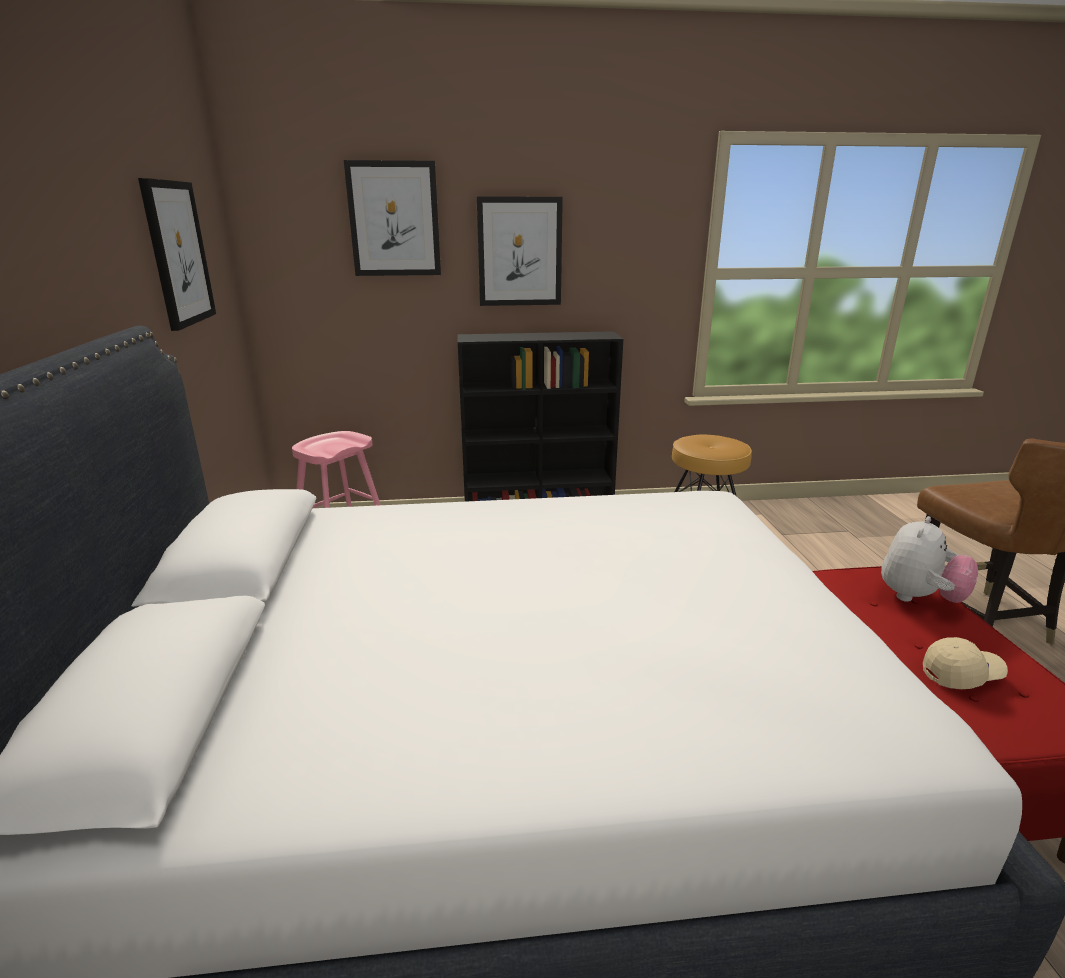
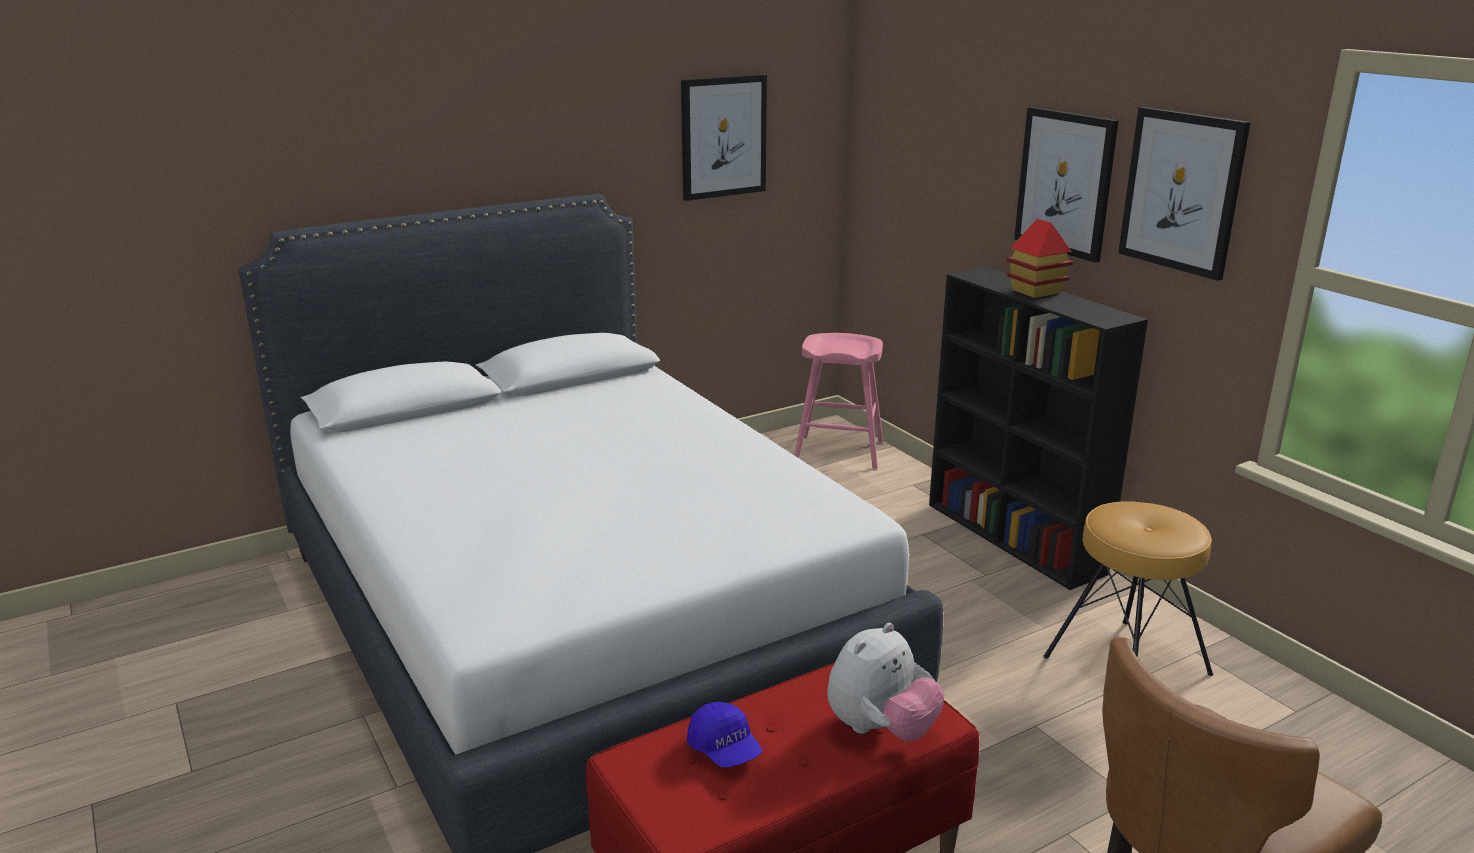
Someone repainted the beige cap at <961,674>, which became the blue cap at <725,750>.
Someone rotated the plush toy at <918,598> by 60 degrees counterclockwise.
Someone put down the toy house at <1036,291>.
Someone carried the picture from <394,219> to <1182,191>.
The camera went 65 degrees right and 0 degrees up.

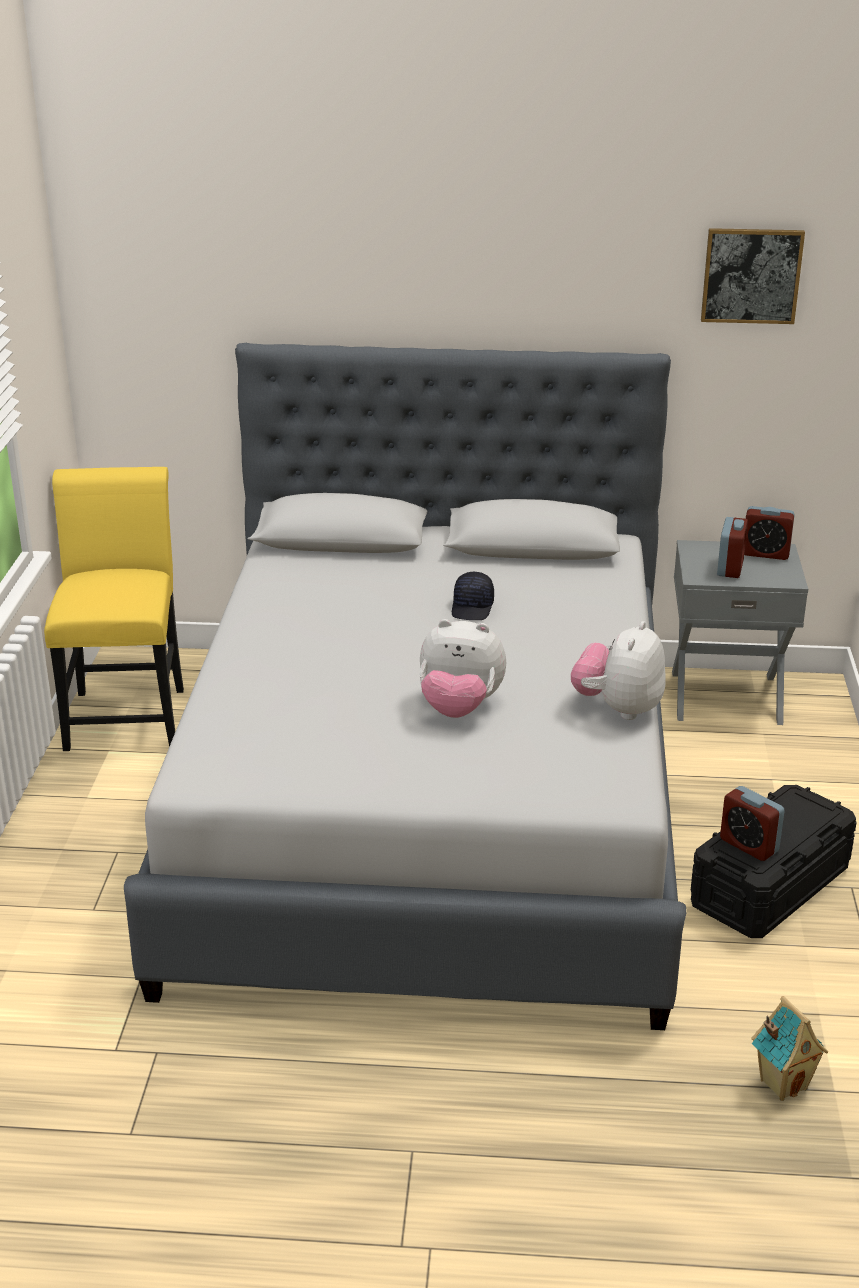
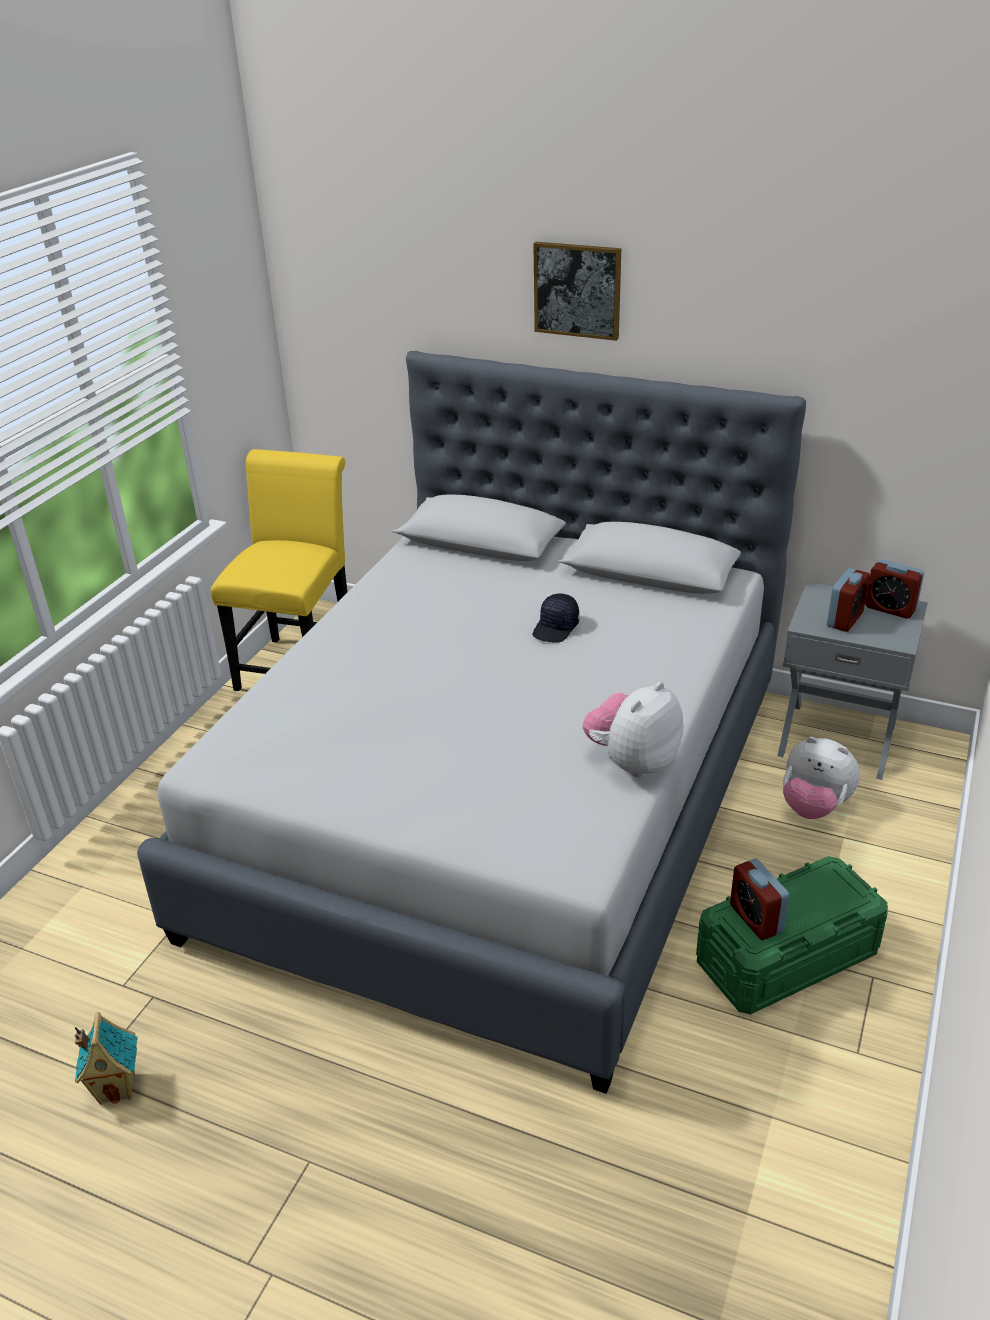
Someone carried the toy house from <783,1083> to <118,1087>.
Someone carried the picture from <751,275> to <577,290>.
Someone repainted the black storage box at <770,887>, which became the green storage box at <787,957>.
Someone carried the plush toy from <459,708> to <814,807>.
The camera went 20 degrees right and 5 degrees up.

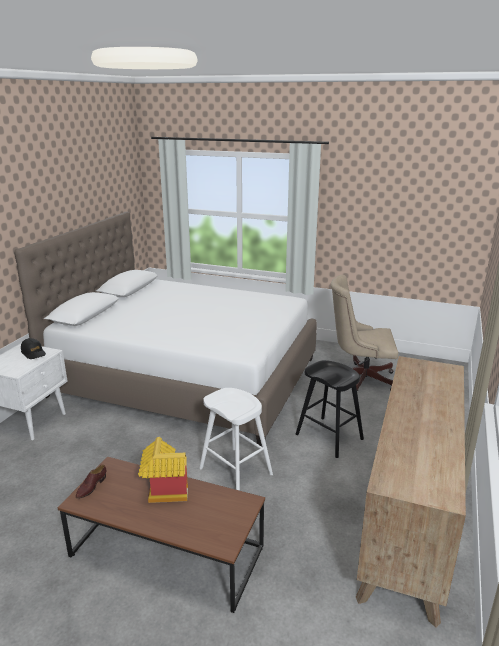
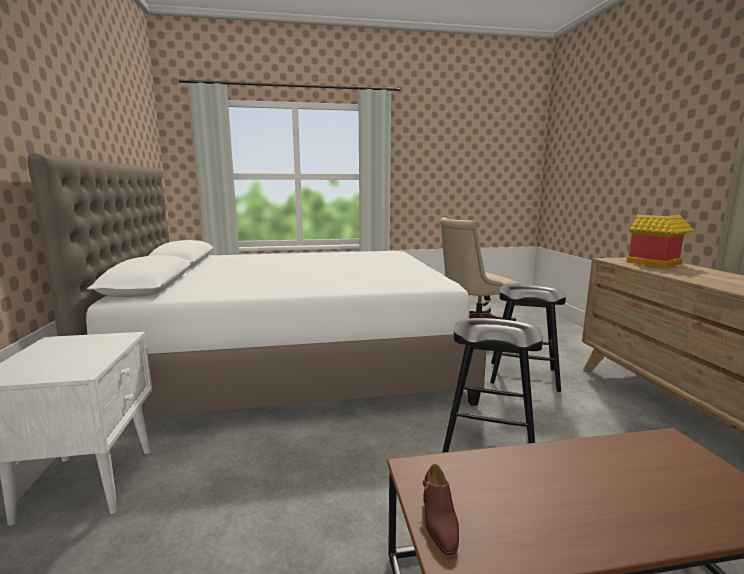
Someone repainted the white stool at <235,471>, which became the black stool at <488,440>.
Someone carried the toy house from <163,491> to <655,264>.
Someone took away the black cap at <33,353>.
The camera went 30 degrees left and 10 degrees down.

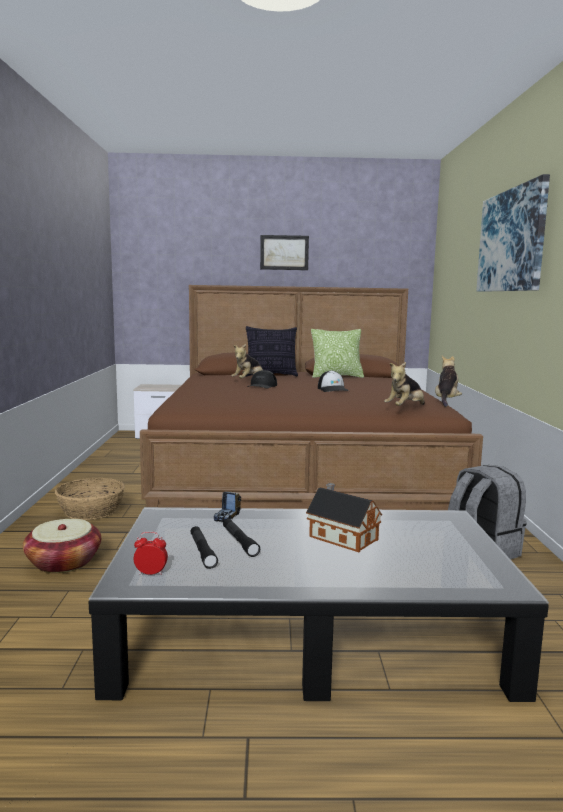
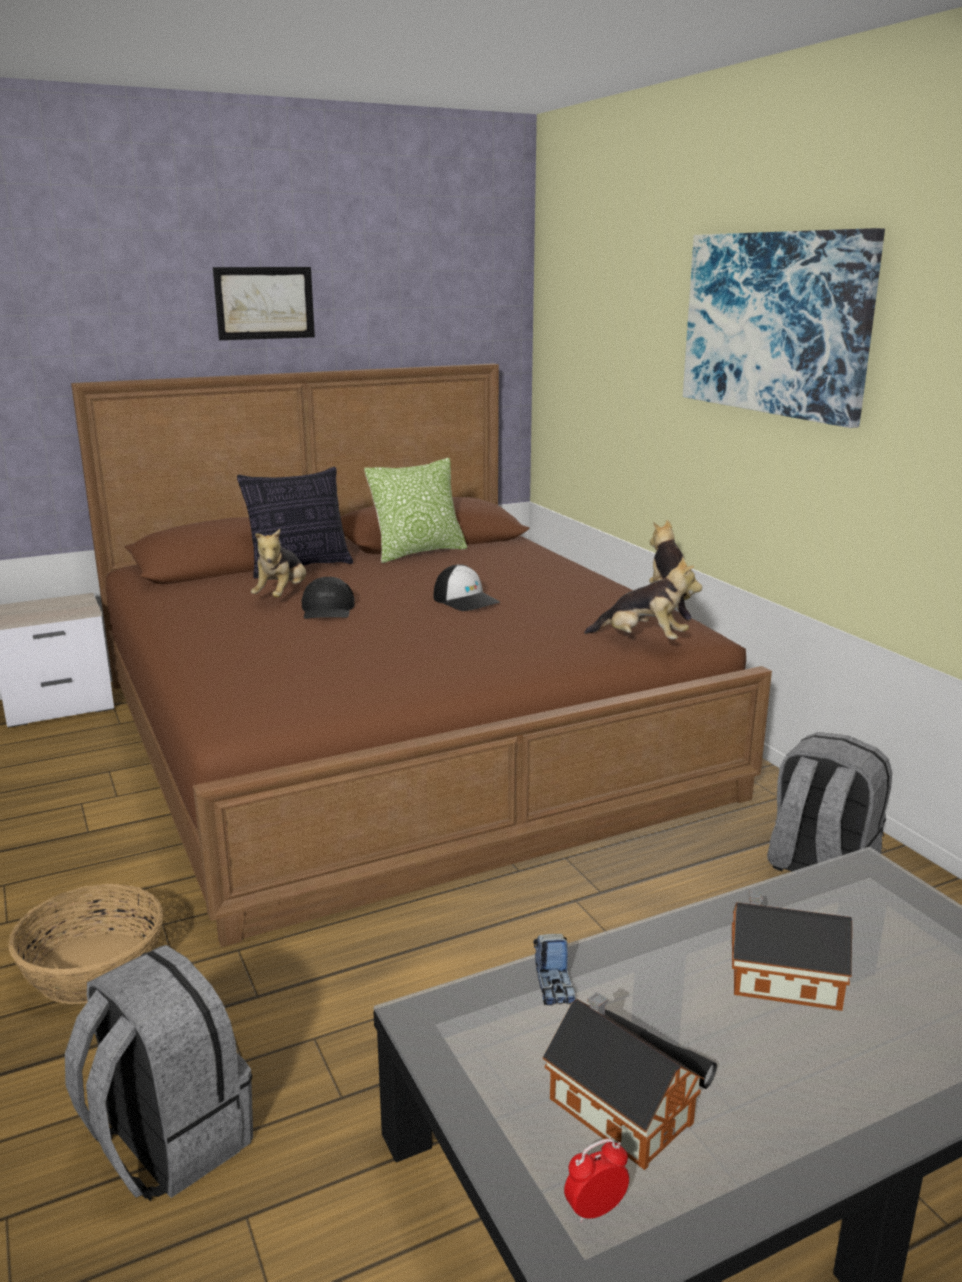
Someone swapped the basket at <64,562> for the grey backpack at <167,1140>.
Someone swapped the black flashlight at <202,552> for the toy house at <616,1106>.
Someone rotated the plush toy at <405,408> by 90 degrees counterclockwise.
The camera went 25 degrees left and 10 degrees up.

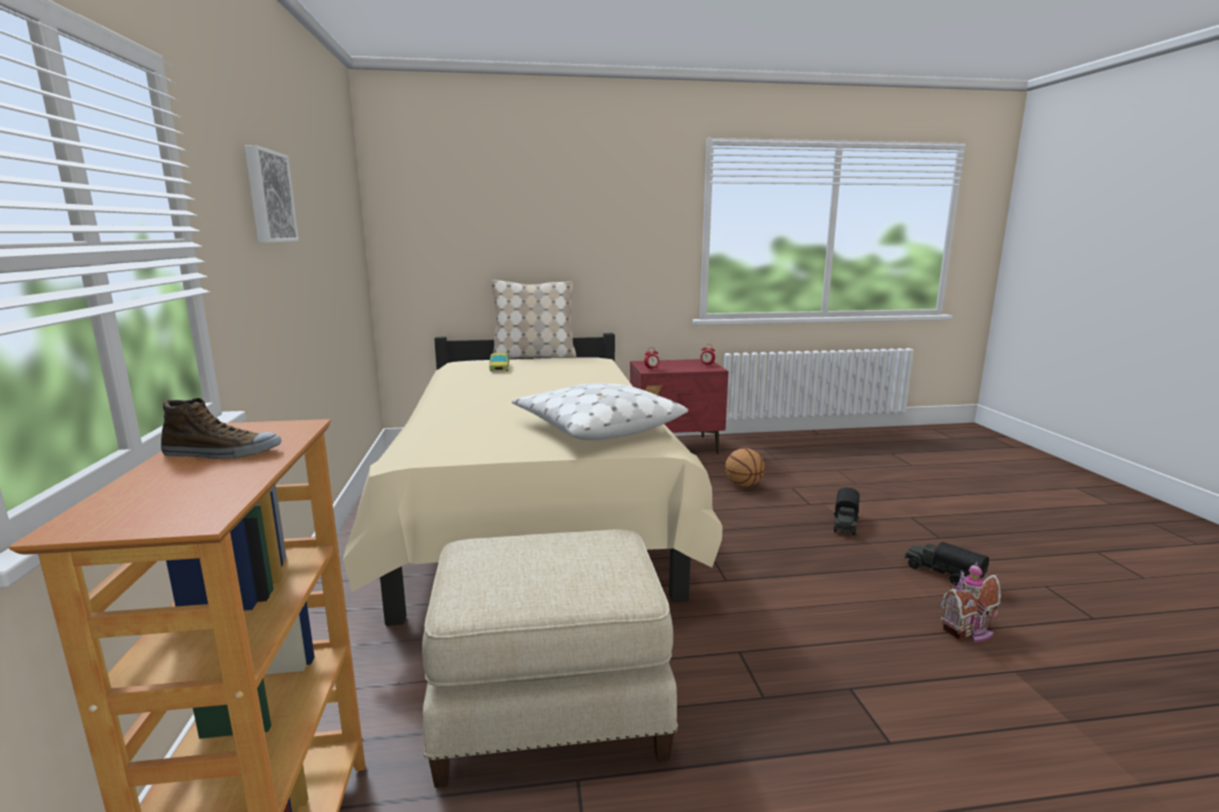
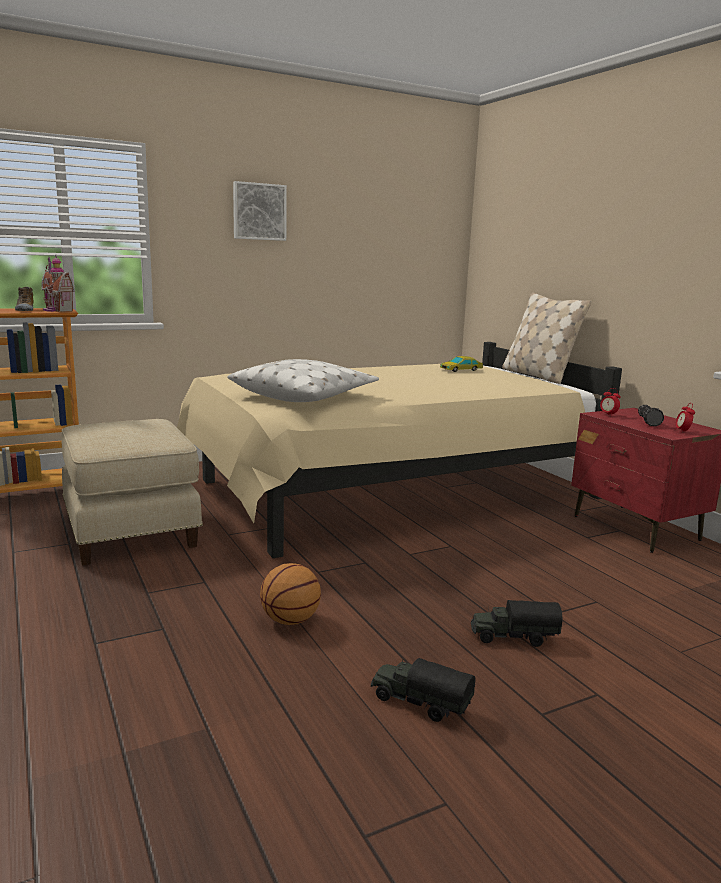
Someone carried the toy house from <970,631> to <56,310>.
Someone carried the basketball from <743,485> to <290,620>.
Someone rotated the toy truck at <942,573> by 90 degrees counterclockwise.
Someone put down the flashlight at <649,421>.
The camera went 70 degrees right and 0 degrees up.

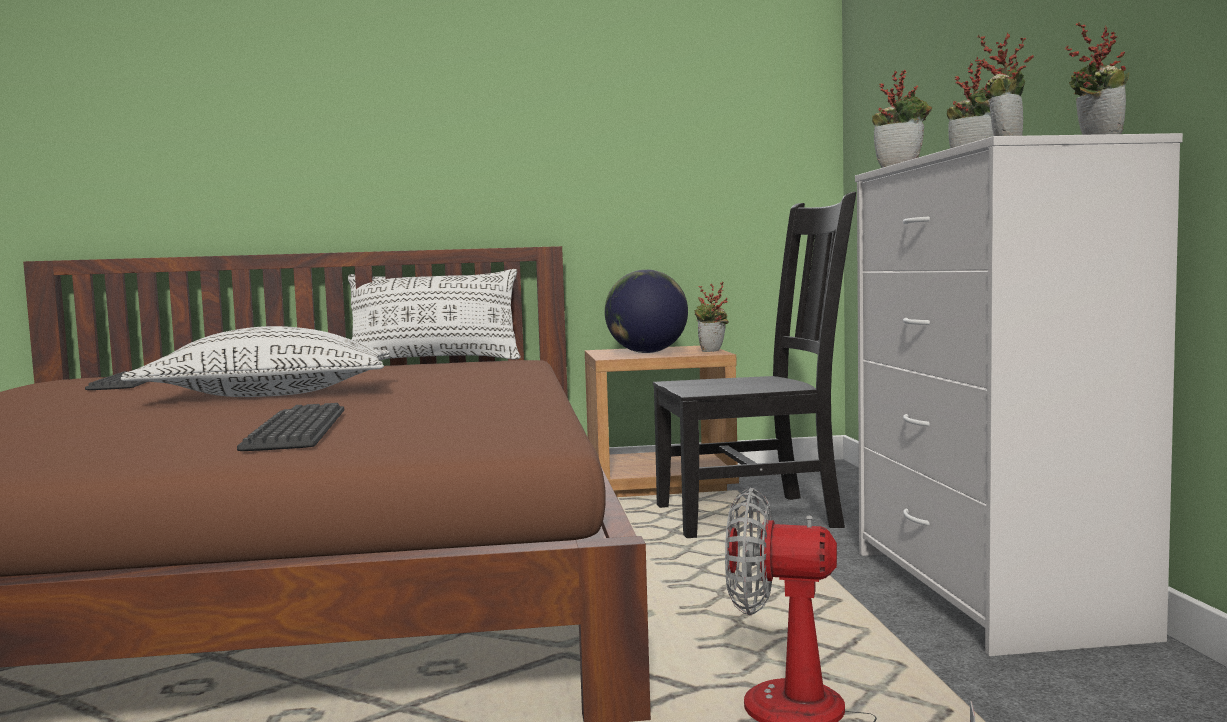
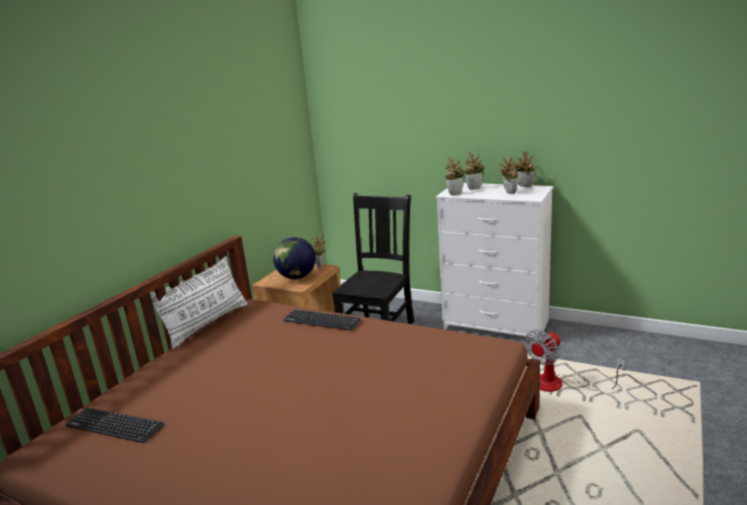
Someone carried the keyboard from <297,429> to <322,320>.
Someone took away the white pillow at <270,395>.
The camera went 55 degrees left and 15 degrees up.

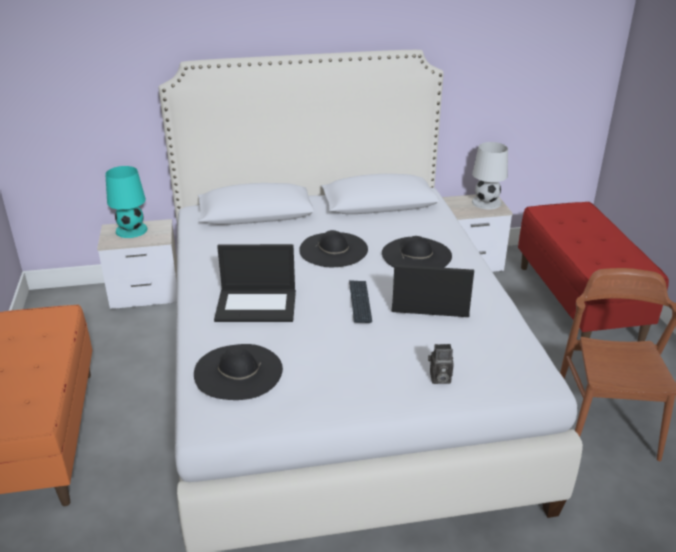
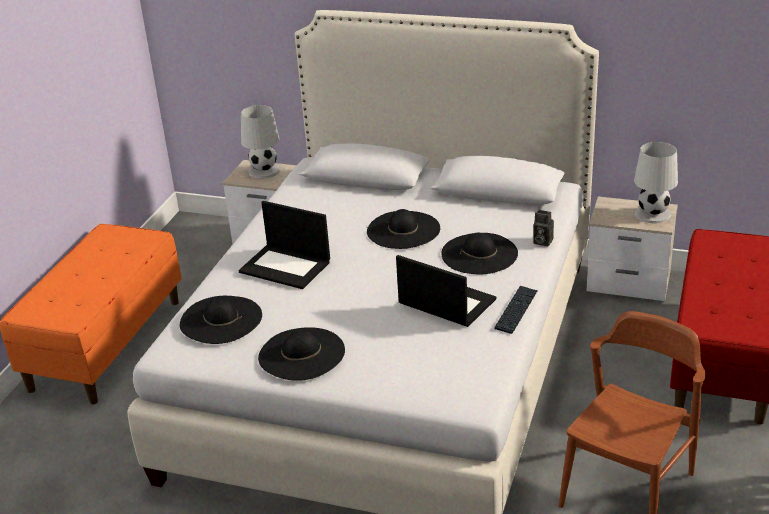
Someone repainted the turquoise table lamp at <131,230>, which became the white table lamp at <263,170>.
Someone put down the black hat at <301,354>.
Someone carried the keyboard from <360,302> to <516,310>.
Someone carried the photo camera from <439,378> to <541,242>.
The camera went 30 degrees right and 0 degrees up.

